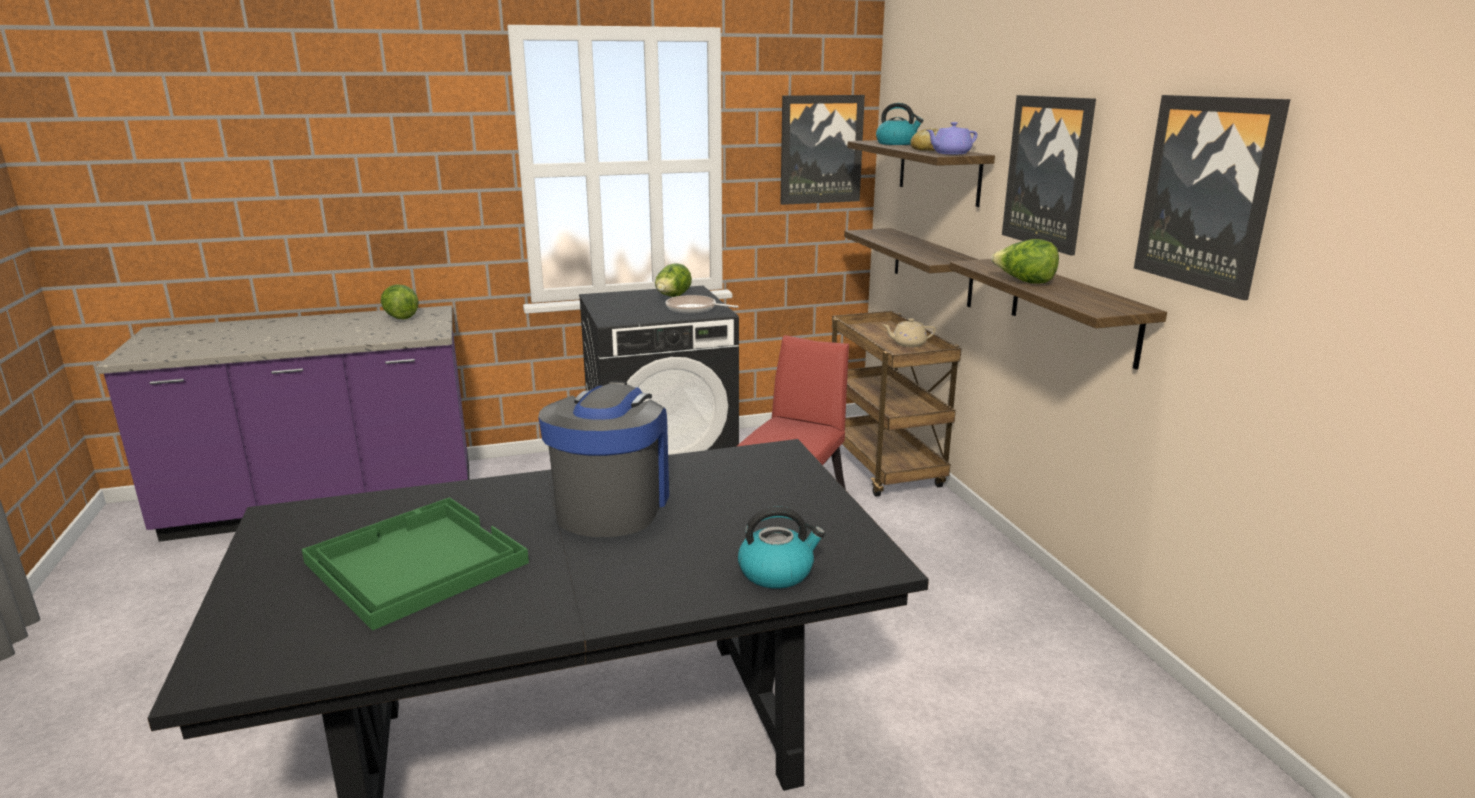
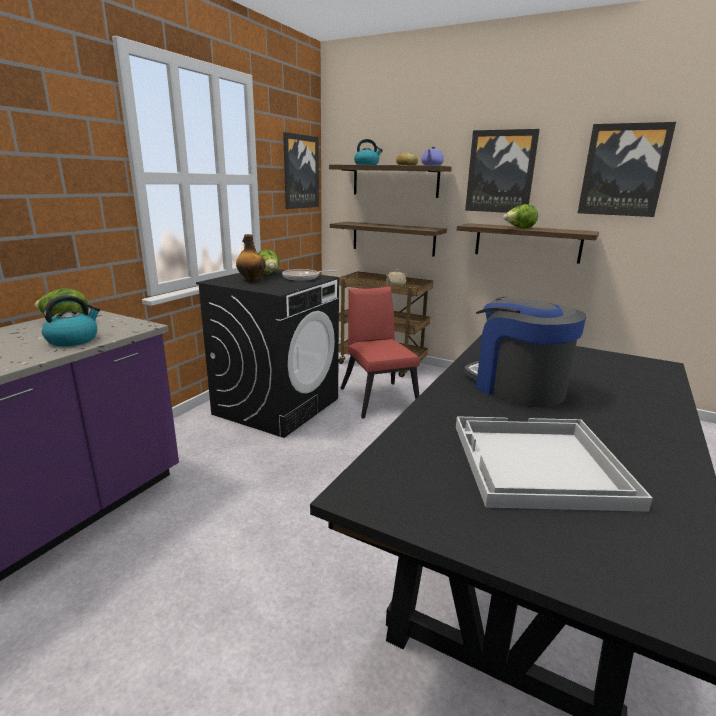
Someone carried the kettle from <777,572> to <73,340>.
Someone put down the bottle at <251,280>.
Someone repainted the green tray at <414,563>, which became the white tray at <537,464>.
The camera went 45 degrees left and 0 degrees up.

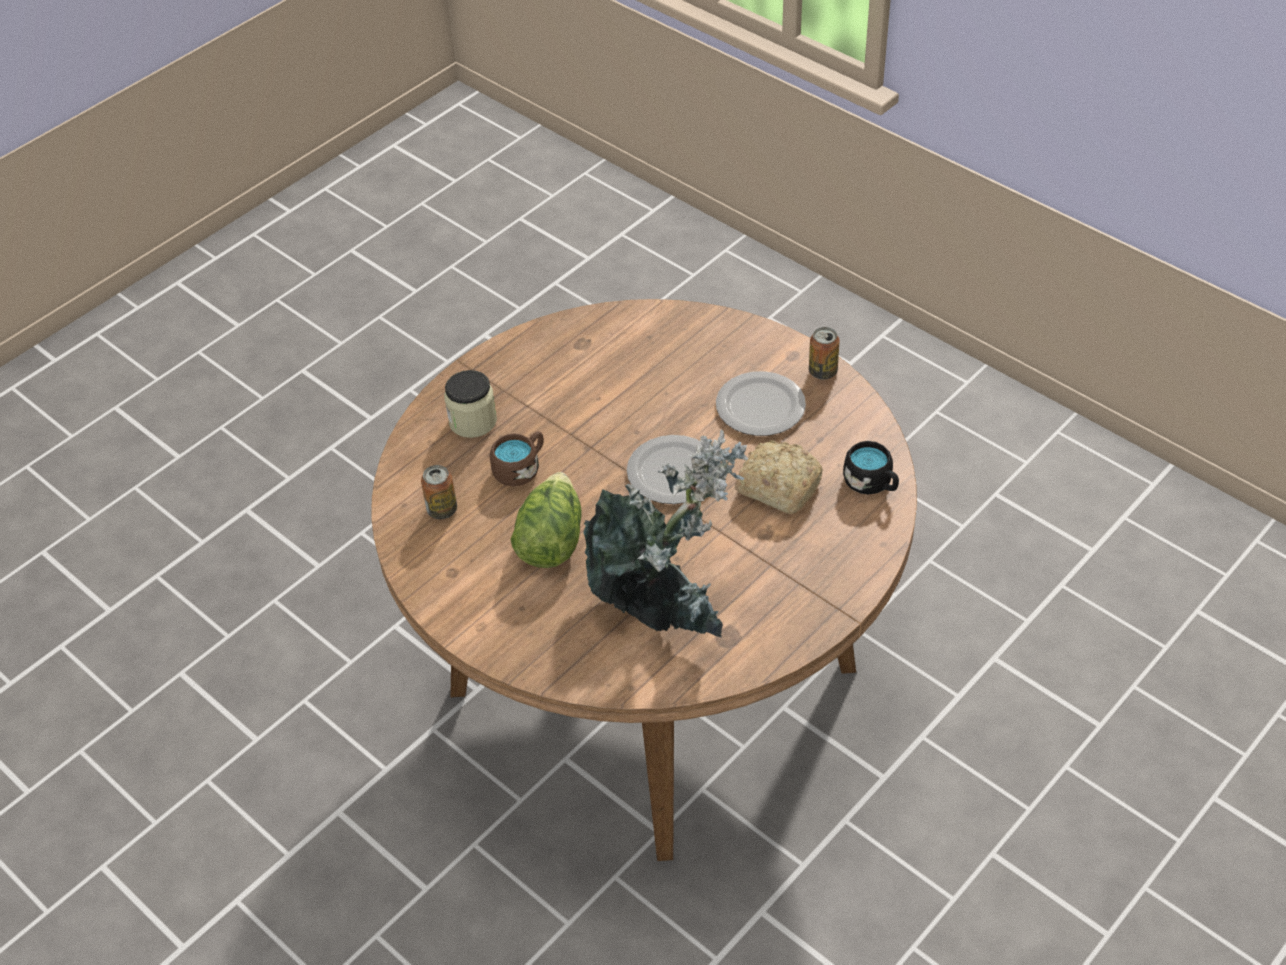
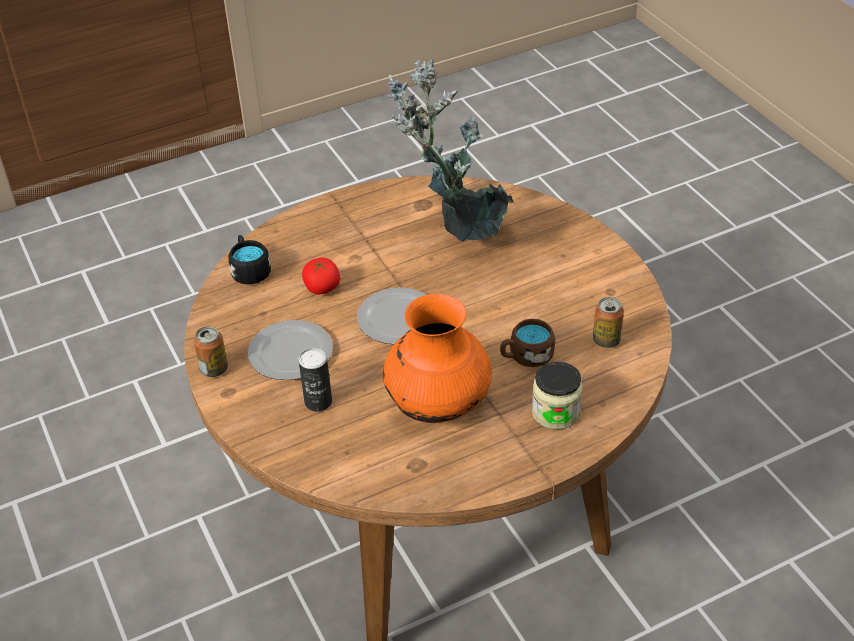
Someone put down the can at <318,402>.
Someone swapped the bread at <777,485> for the tomato at <322,288>.
Someone put down the orange vase at <438,406>.
Someone took away the lettuce at <550,539>.
The camera went 160 degrees left and 5 degrees down.

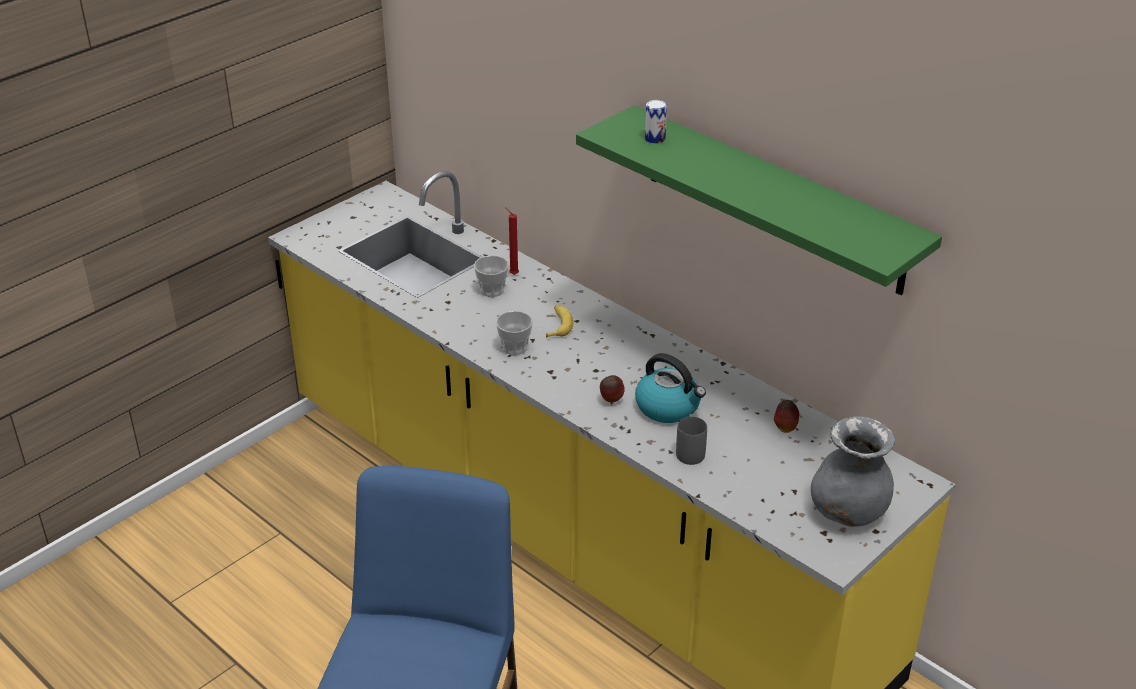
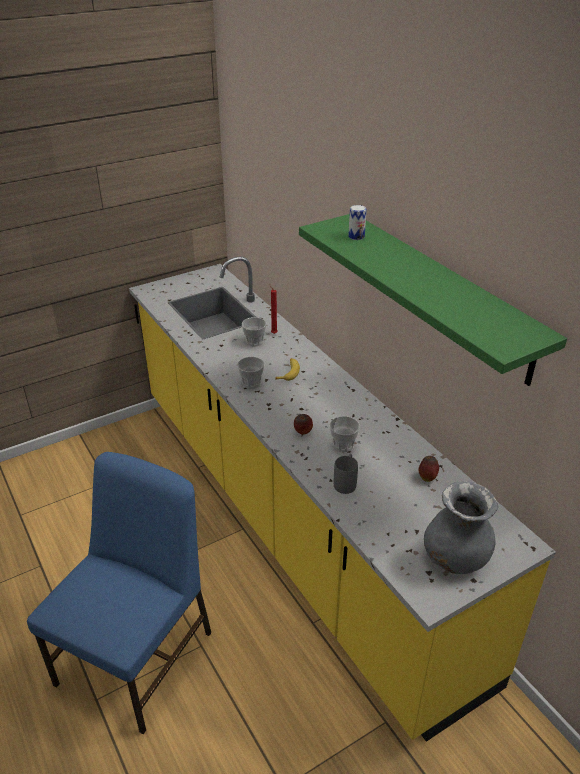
Someone swapped the kettle at <669,407> for the cup at <343,445>.
The camera went 15 degrees right and 0 degrees up.

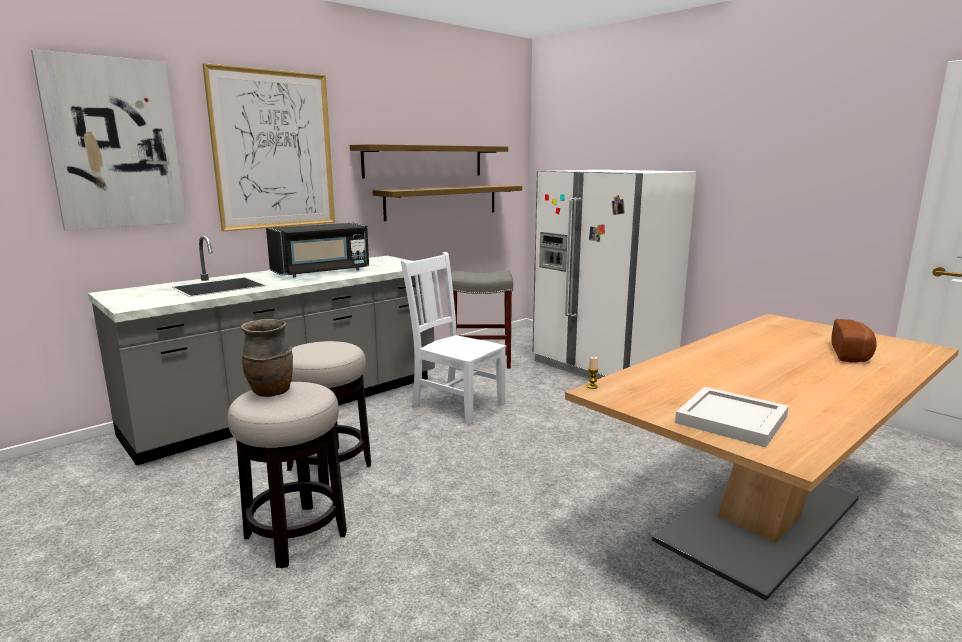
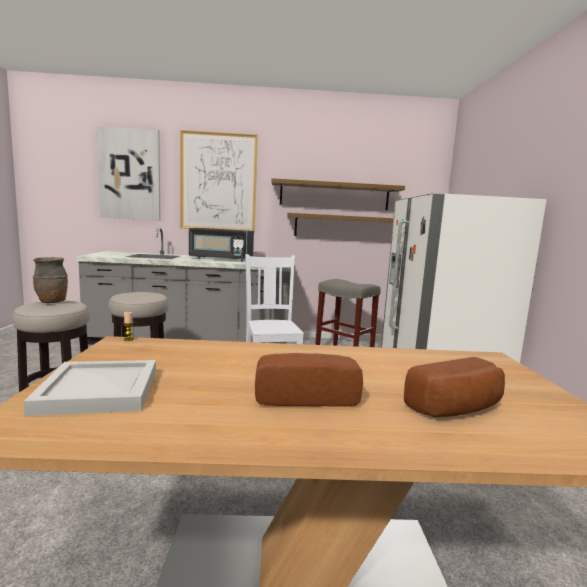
Someone put down the bread at <305,396>.
The camera went 40 degrees right and 5 degrees down.

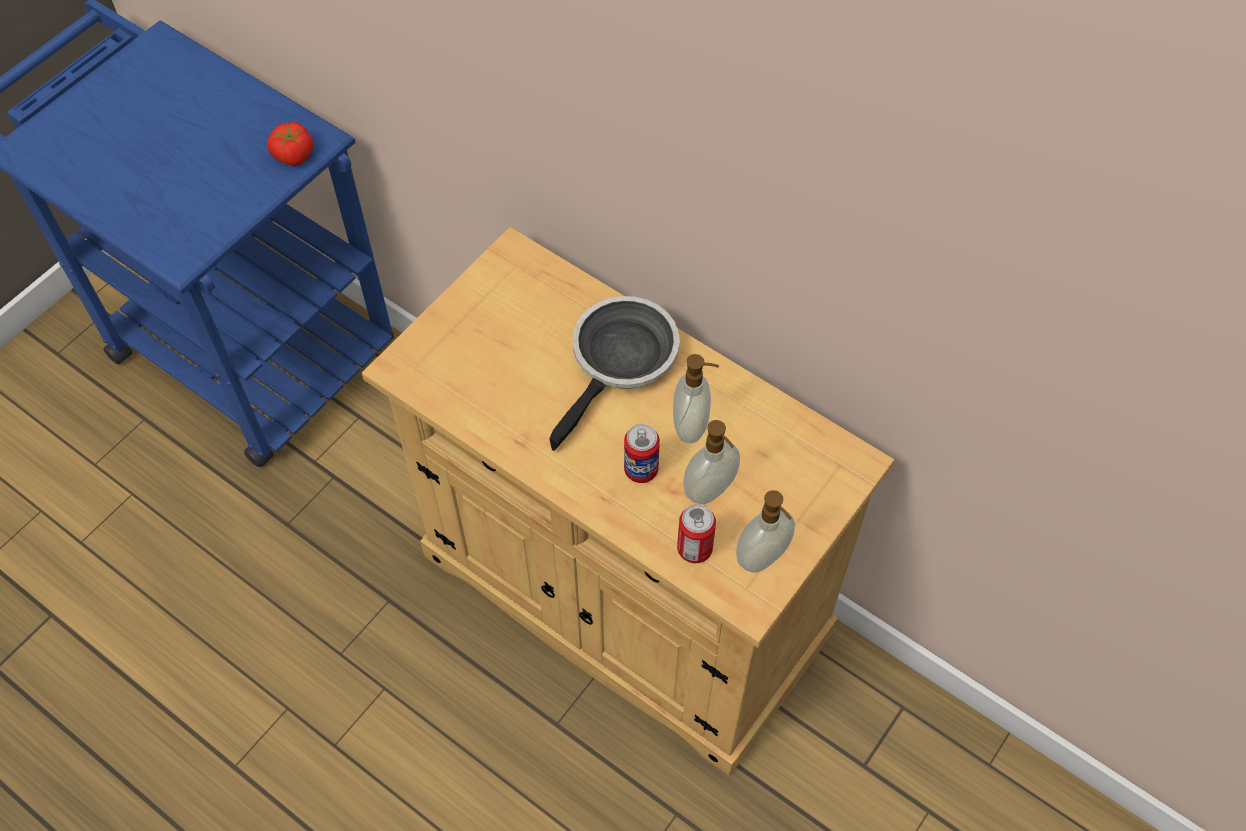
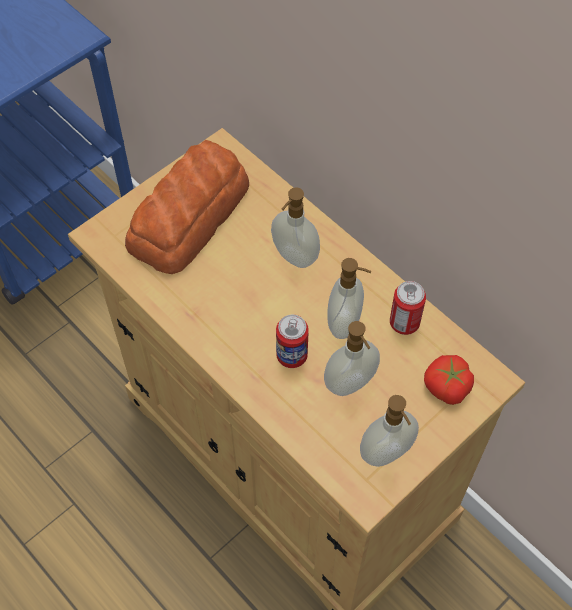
Someone put down the bread at <190,216>.
Someone swapped the frying pan at <621,361> for the soap dispenser at <294,257>.
Someone carried the can from <694,549> to <404,323>.
Someone carried the tomato from <293,155> to <446,387>.
The camera went 10 degrees right and 0 degrees up.

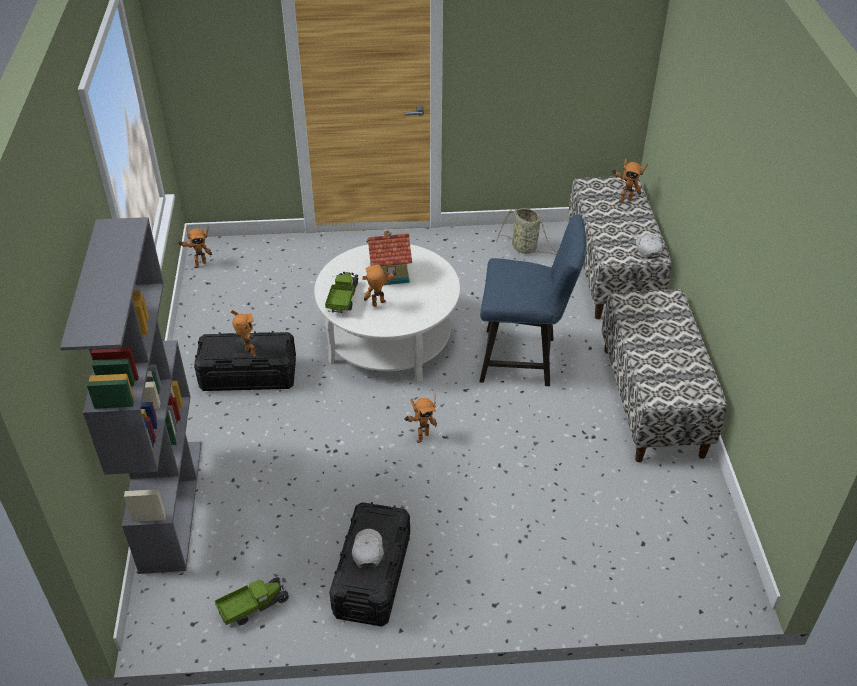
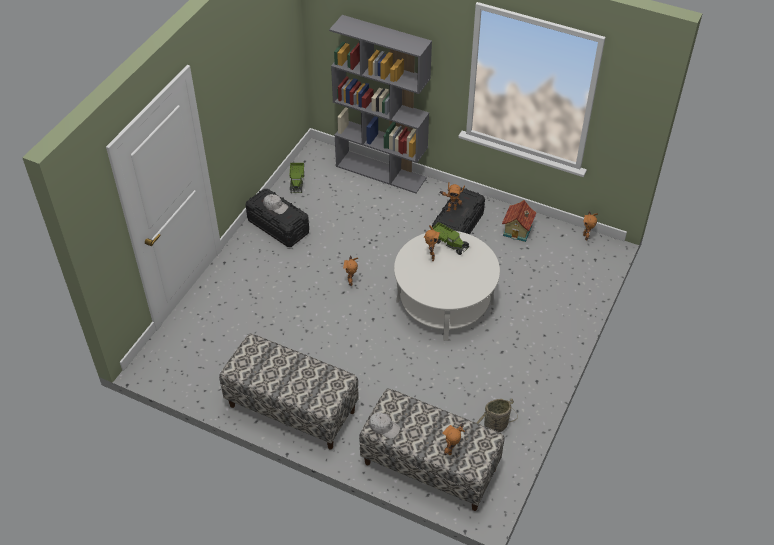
Someone carried the toy house from <389,272> to <518,231>.
Someone took away the blue chair at <524,359>.
The camera went 120 degrees right and 5 degrees up.

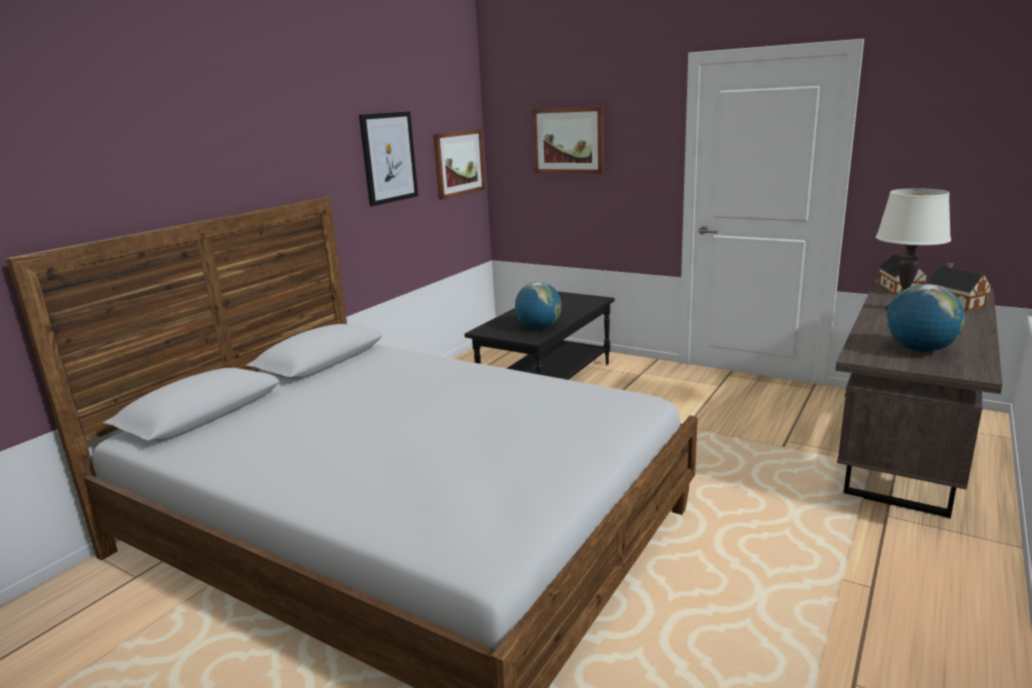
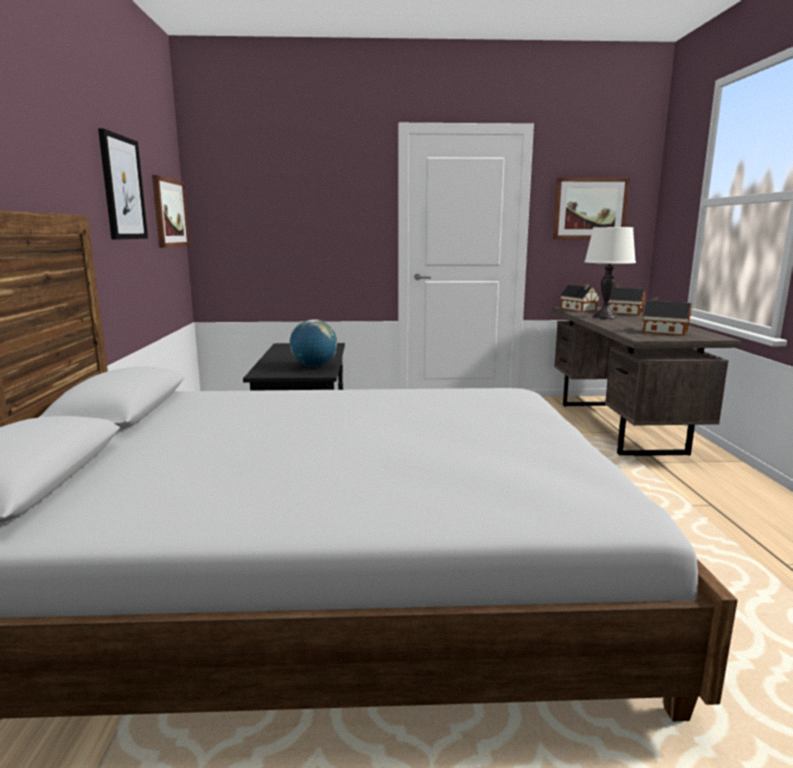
Someone carried the picture from <568,140> to <590,208>.
Someone swapped the globe at <919,350> for the toy house at <663,332>.
The camera went 35 degrees left and 5 degrees down.

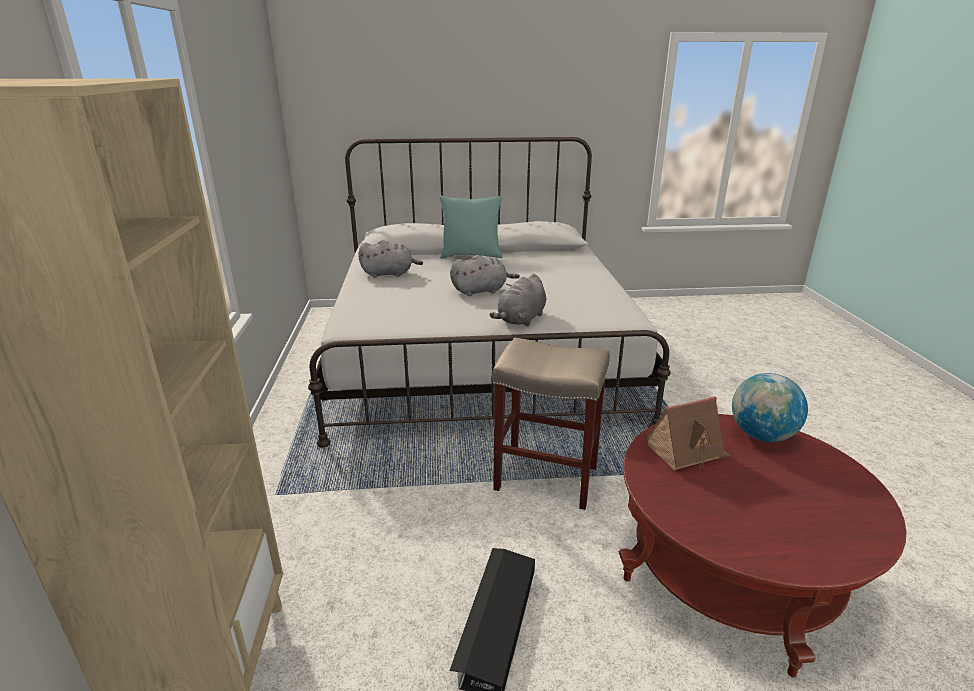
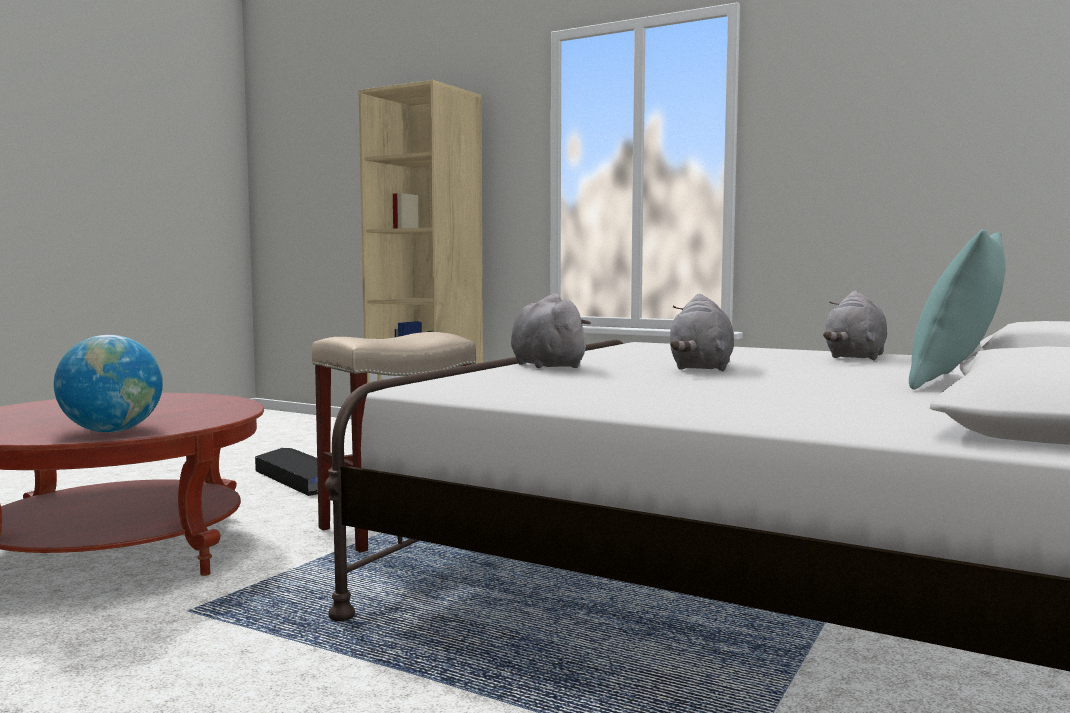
Someone took away the toy house at <686,451>.
The camera went 125 degrees right and 20 degrees down.

